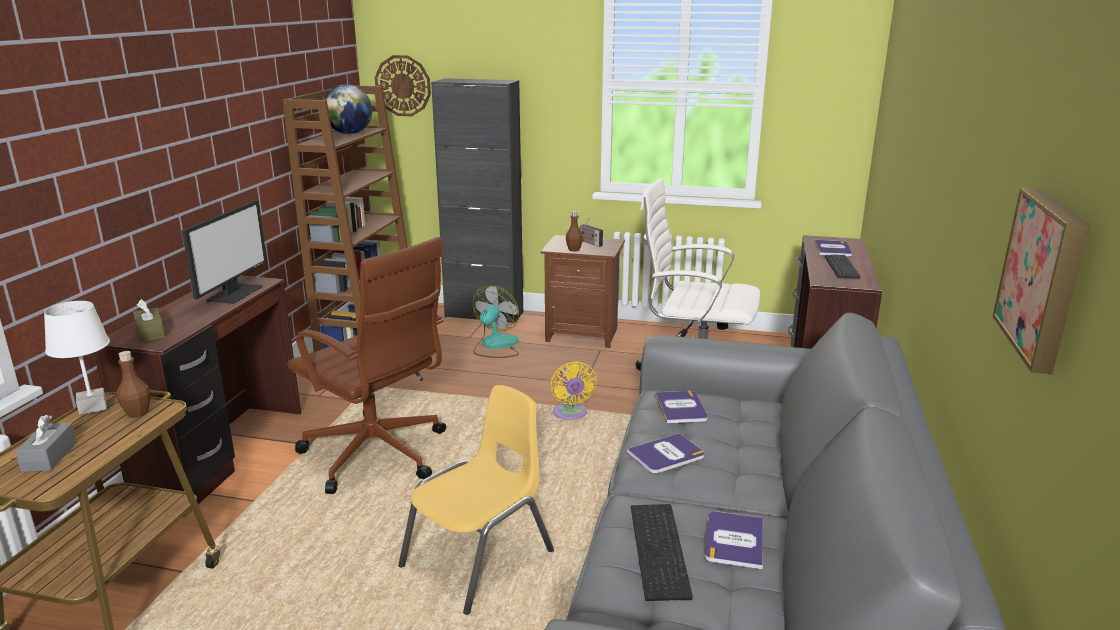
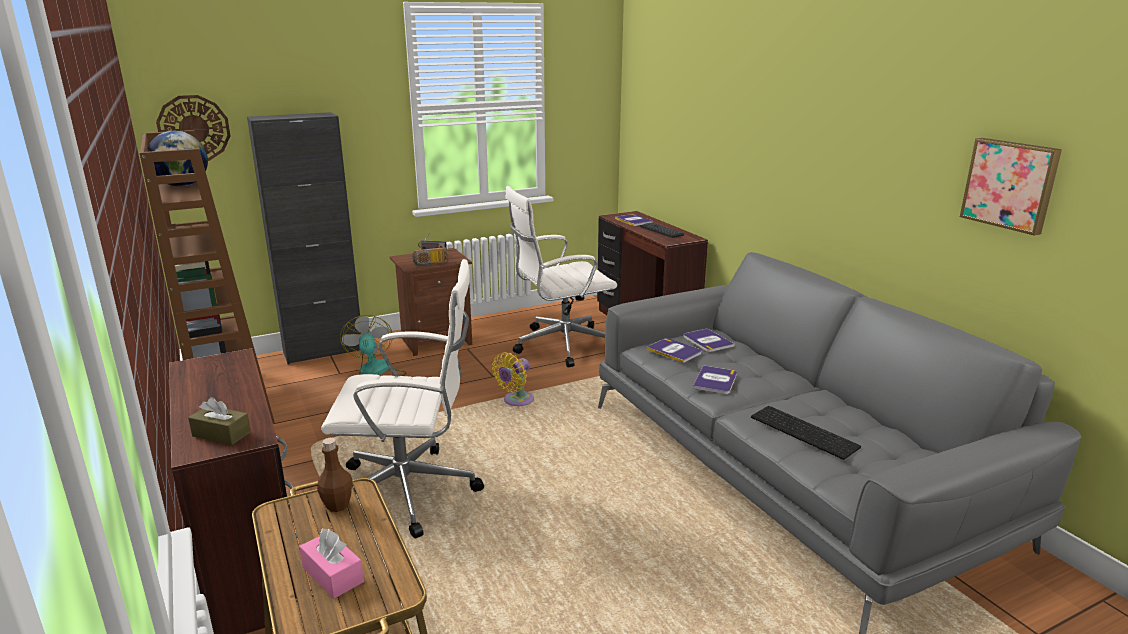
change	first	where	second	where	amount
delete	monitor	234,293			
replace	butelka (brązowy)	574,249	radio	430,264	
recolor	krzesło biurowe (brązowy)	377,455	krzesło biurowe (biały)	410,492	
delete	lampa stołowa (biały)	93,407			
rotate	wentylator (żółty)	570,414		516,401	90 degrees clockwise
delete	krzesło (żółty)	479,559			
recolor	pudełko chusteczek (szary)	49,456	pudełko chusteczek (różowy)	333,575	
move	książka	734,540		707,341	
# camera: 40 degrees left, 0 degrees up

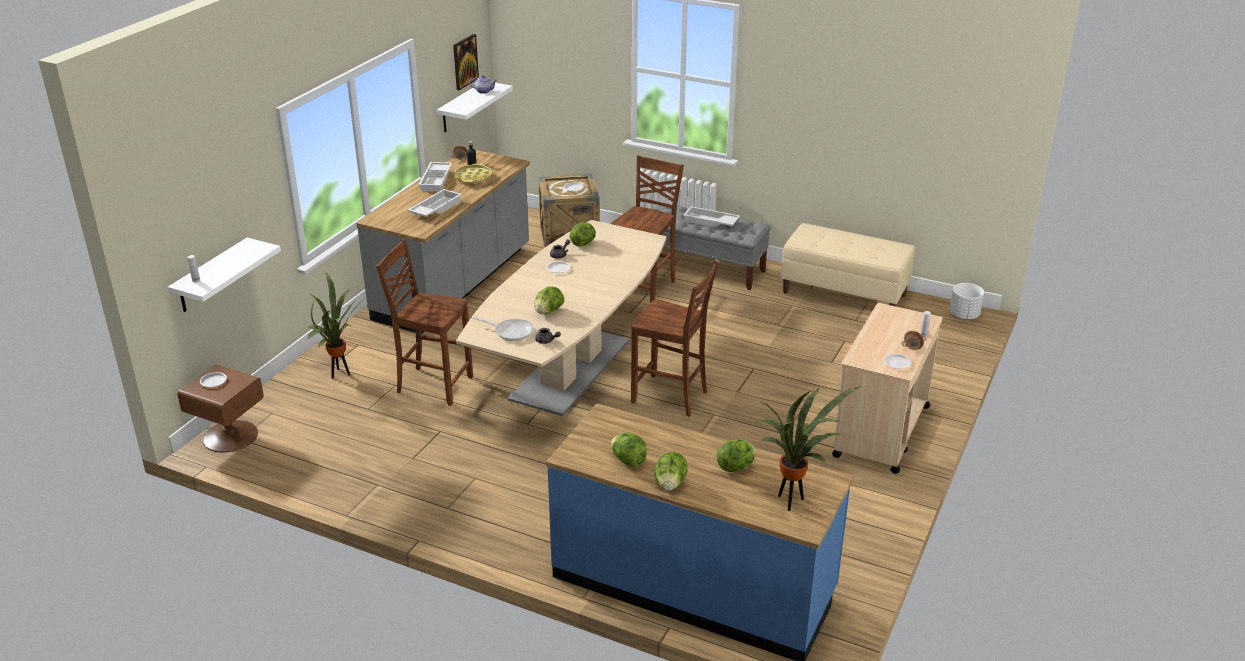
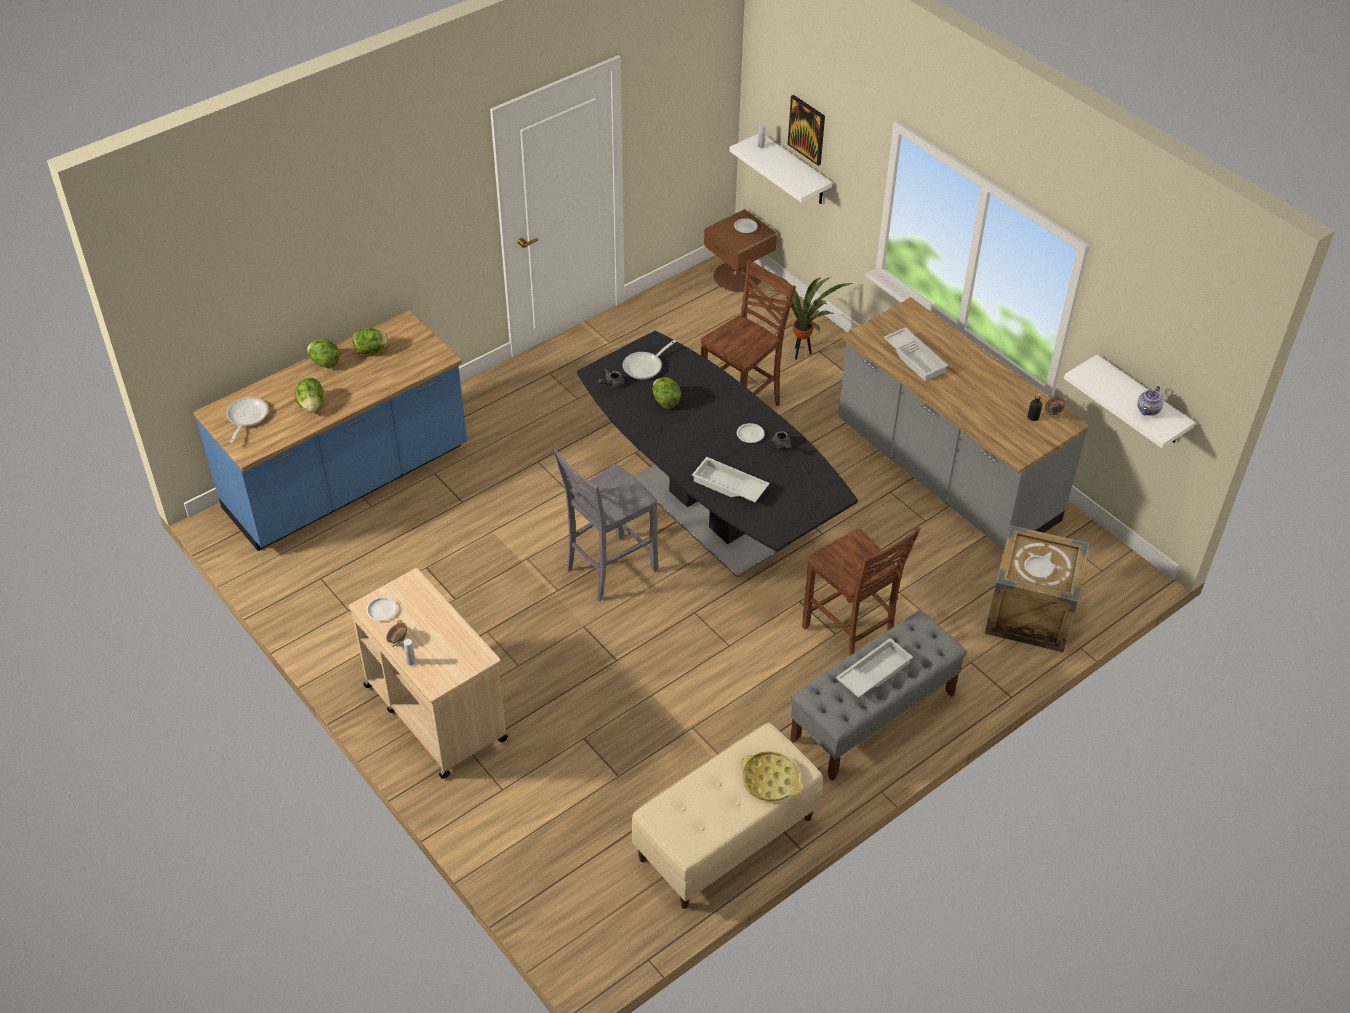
change	first	where	second	where	amount
move	obraz	465,61		807,129	
move	taca (biały)	436,180		729,486	
move	taca (żółty)	473,177		770,780	
recolor	stół jadalny (beżowy)	571,369	stół jadalny (czarny)	709,512	
delete	sałata	583,243			
recolor	krzesło (brązowy)	671,397	krzesło (szary)	608,569	
delete	donica (biały)	964,315			
replace	roślina doniczkowa	792,502	patelnia	246,418	
# camera: 115 degrees right, 15 degrees up

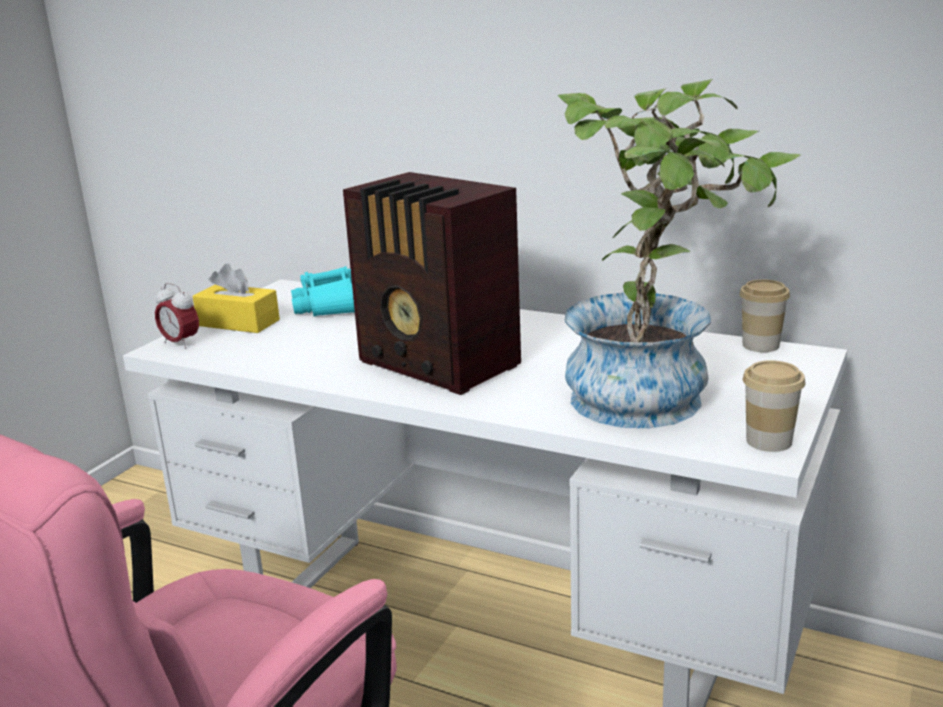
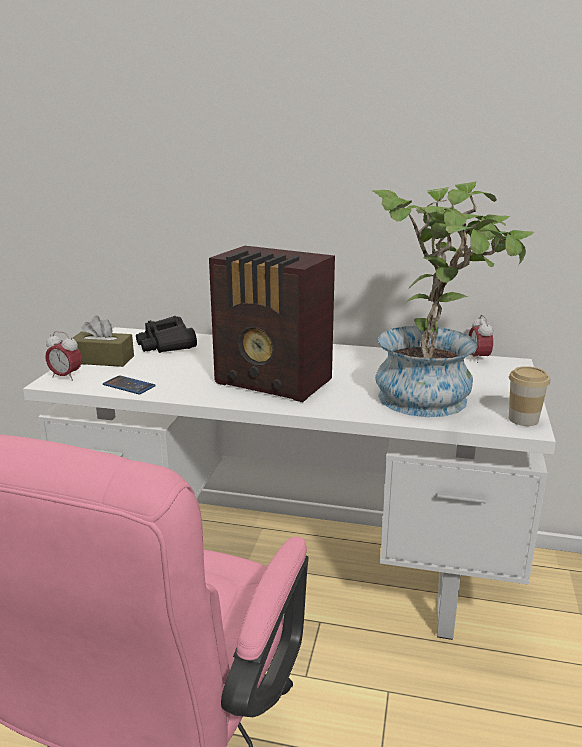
change	first	where	second	where	amount
recolor	pudełko chusteczek (żółty)	238,323	pudełko chusteczek (brązowy)	103,360	
recolor	lornetka (turkusowy)	330,306	lornetka (czarny)	166,344	
replace	filiżanka	760,345	budzik	478,358	
insert			telefon	129,386	
# camera: 15 degrees left, 0 degrees up

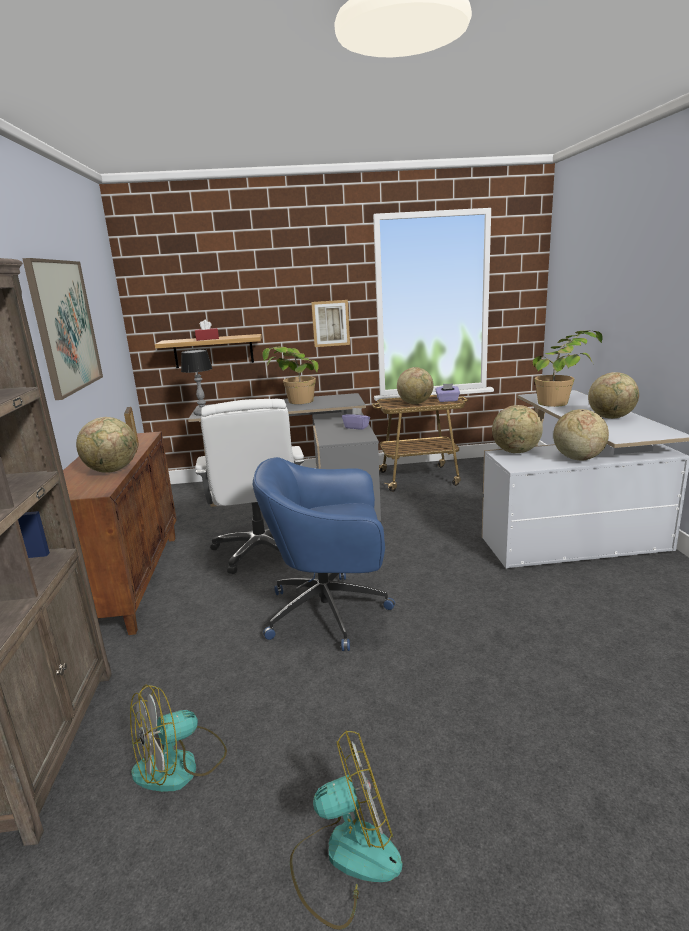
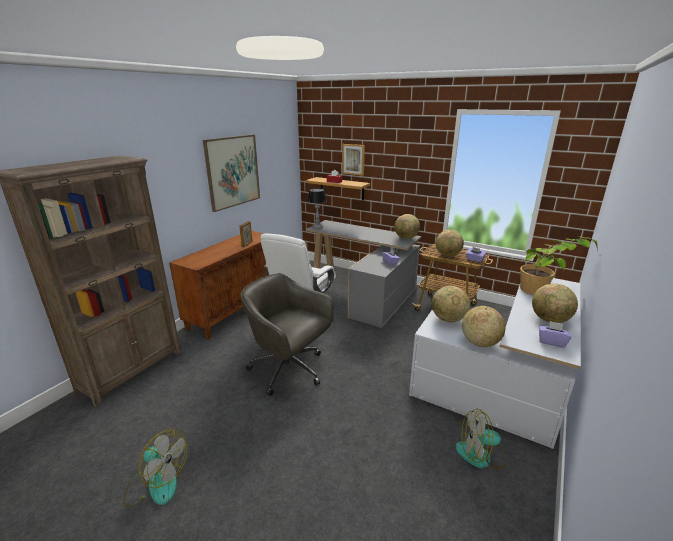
change	first	where	second	where	amount
move	obraz	330,323		353,159	
delete	roślina doniczkowa	293,404			
move	globus	112,470		406,238	
recolor	krzesło biurowe (niebieski)	331,611	krzesło biurowe (szary)	289,370	
move	wentylator	180,764		481,455	
insert			pudełko chusteczek (fioletowy)	551,341	
# camera: 35 degrees right, 5 degrees up

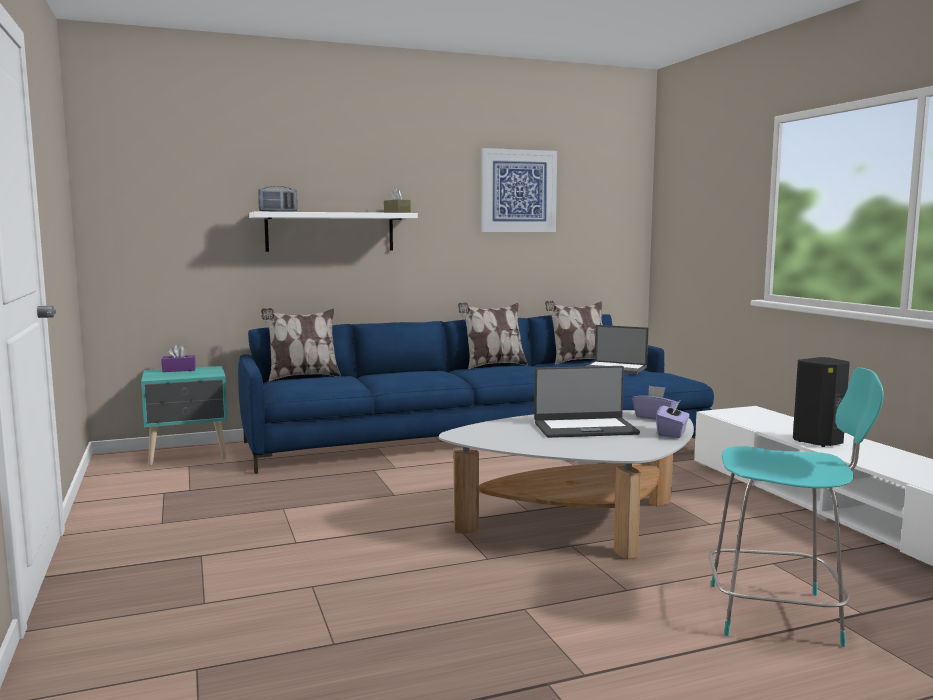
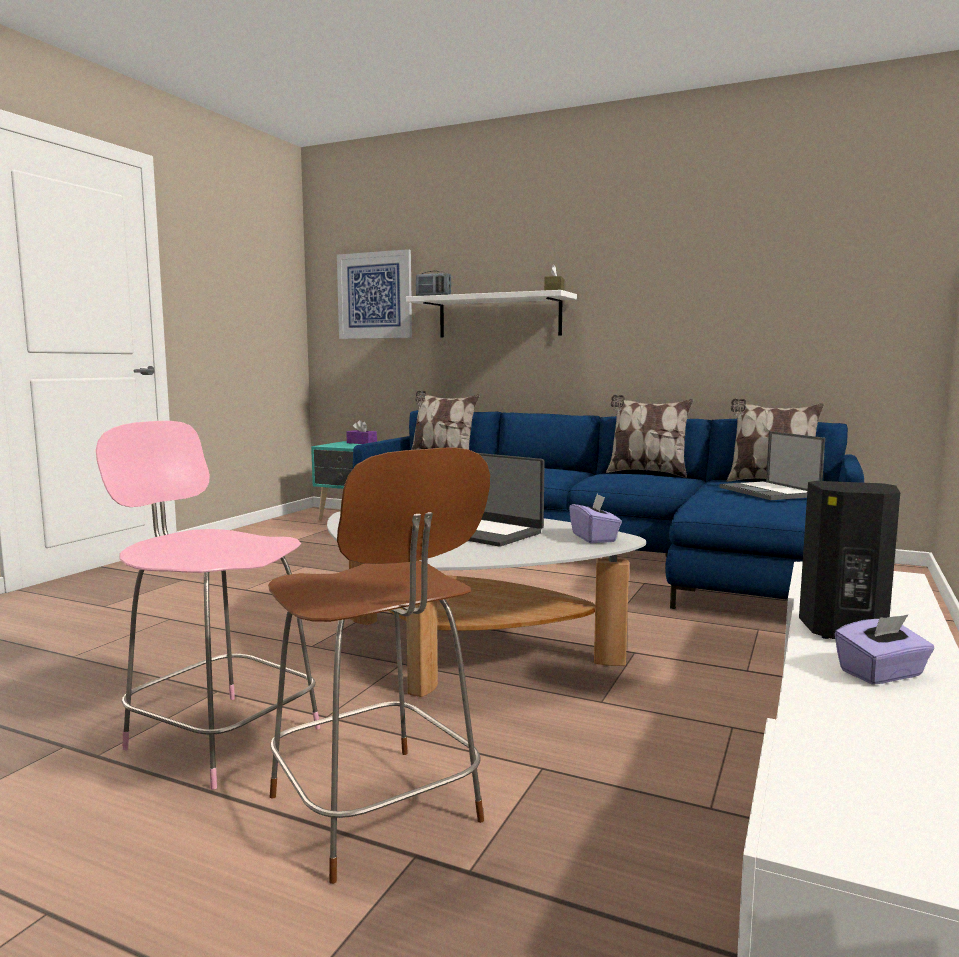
change	first	where	second	where	amount
move	obraz	518,191		375,295	
recolor	stołek (turkusowy)	779,614	stołek (brązowy)	377,813	
move	pudełko chusteczek (fioletowy)	672,433		881,674	
insert			stołek (różowy)	219,736	
# camera: 45 degrees right, 0 degrees up

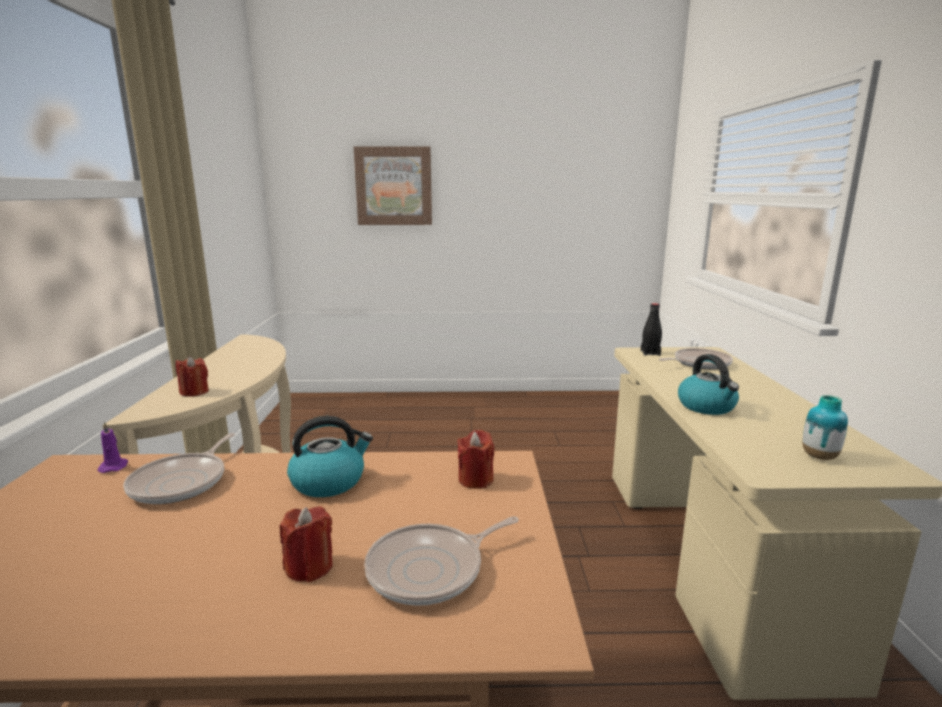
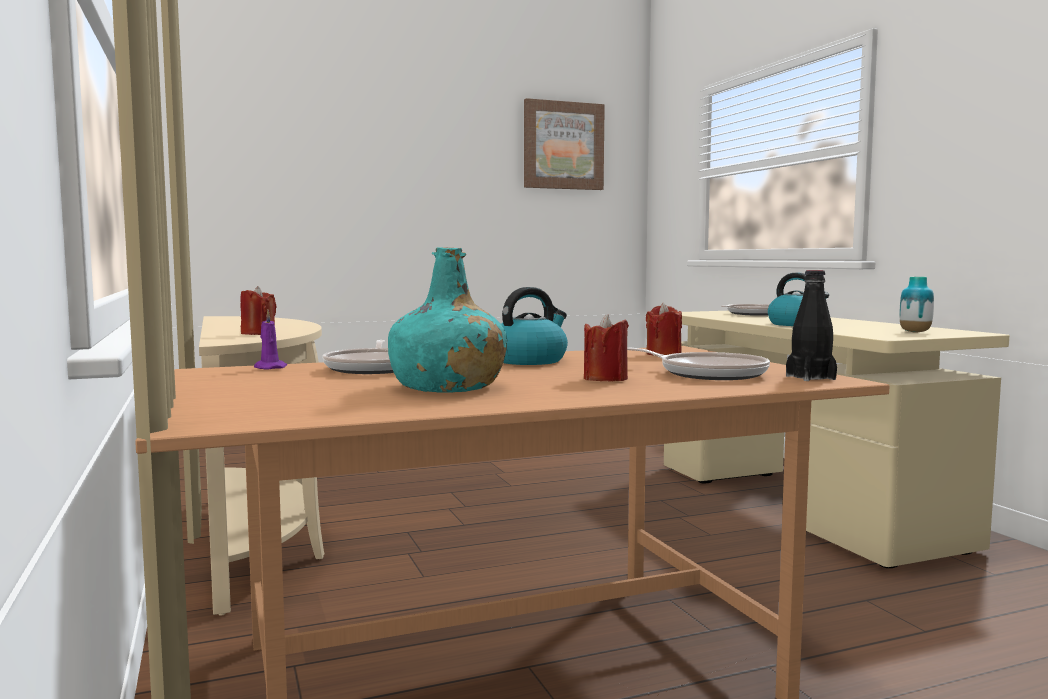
change	first	where	second	where	amount
move	obraz	394,186		563,145	
move	butelka (czarny)	650,353		810,377	
rotate	patelnia	431,569		708,374	90 degrees counterclockwise
insert			butelka (turkusowy)	447,387	
# camera: 20 degrees left, 10 degrees down

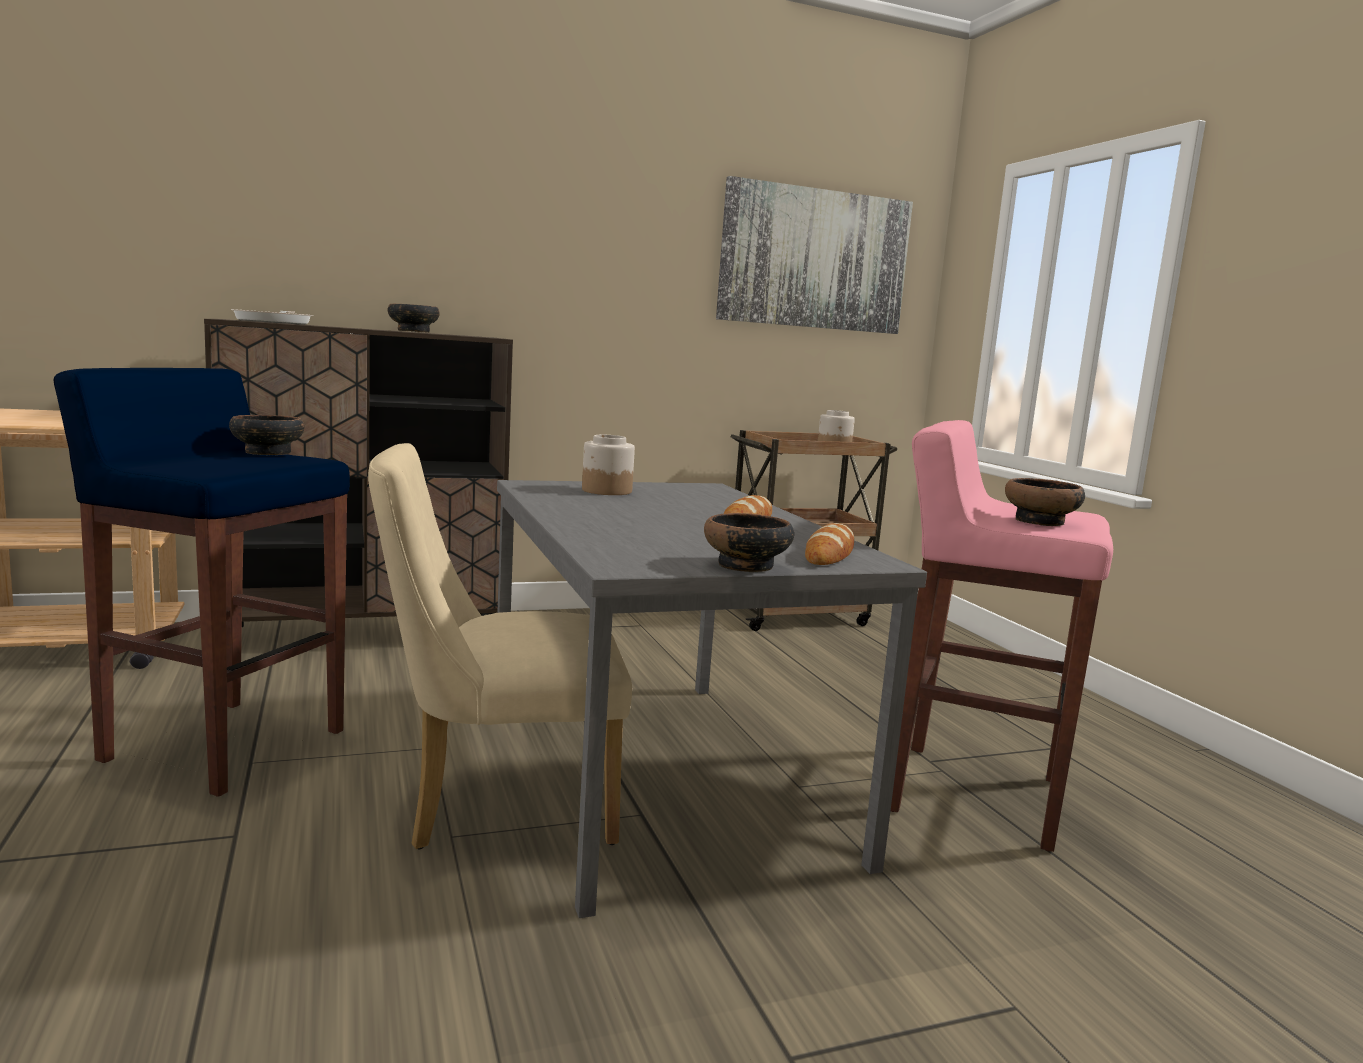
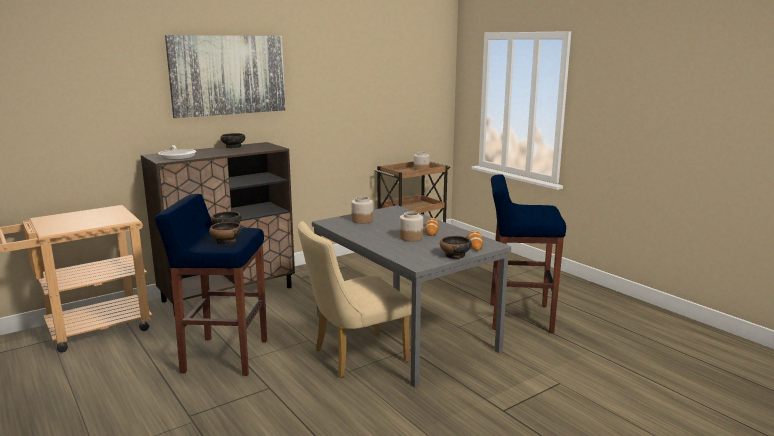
change	first	where	second	where	amount
move	obraz	814,259		228,75	
recolor	stołek (różowy)	971,793	stołek (niebieski)	518,317	
move	miska	1040,521		227,241	
insert			słoik	410,238	
# camera: 15 degrees left, 5 degrees up

